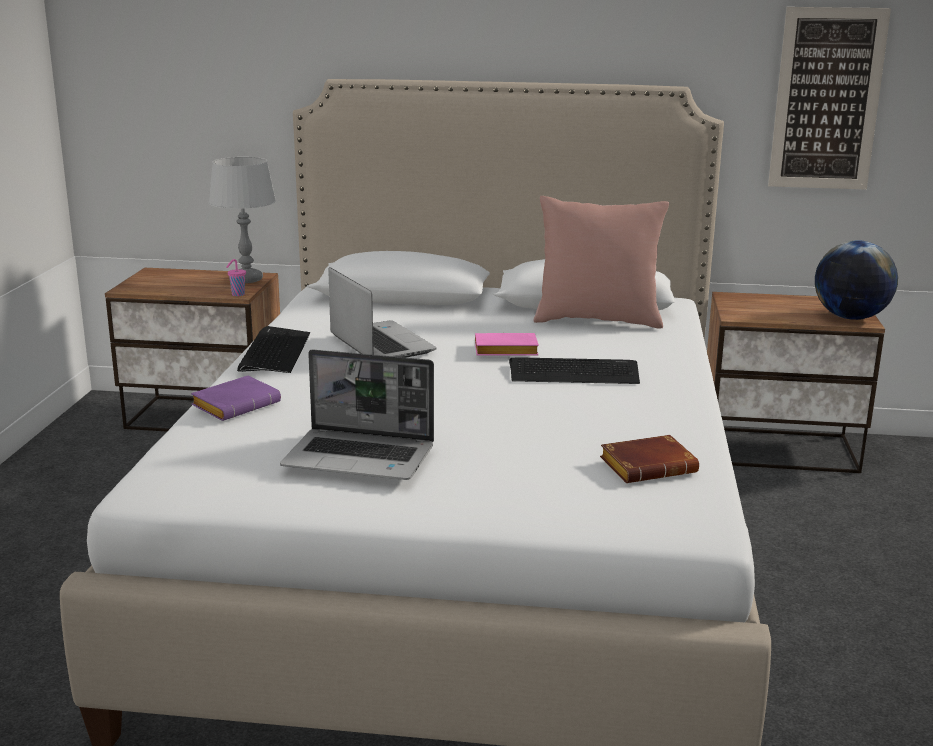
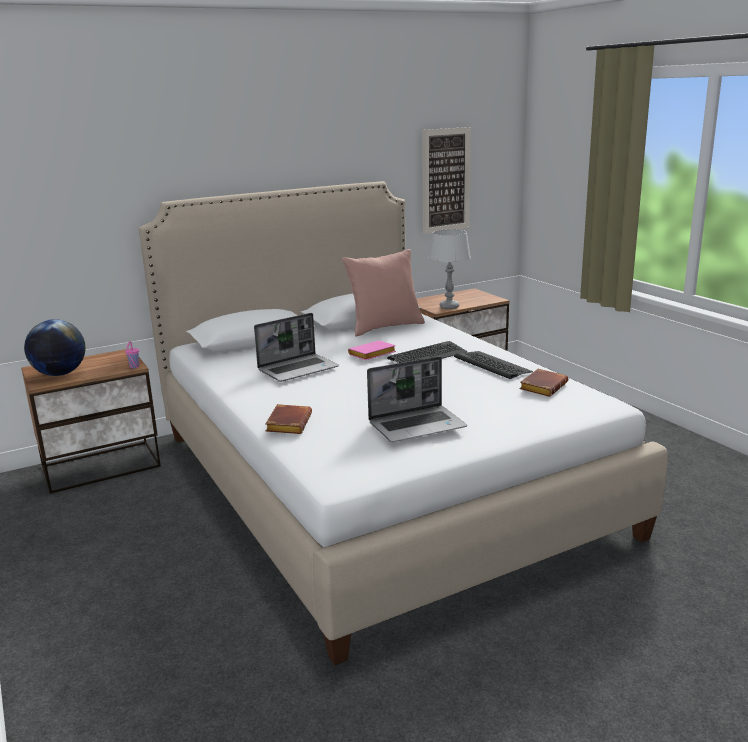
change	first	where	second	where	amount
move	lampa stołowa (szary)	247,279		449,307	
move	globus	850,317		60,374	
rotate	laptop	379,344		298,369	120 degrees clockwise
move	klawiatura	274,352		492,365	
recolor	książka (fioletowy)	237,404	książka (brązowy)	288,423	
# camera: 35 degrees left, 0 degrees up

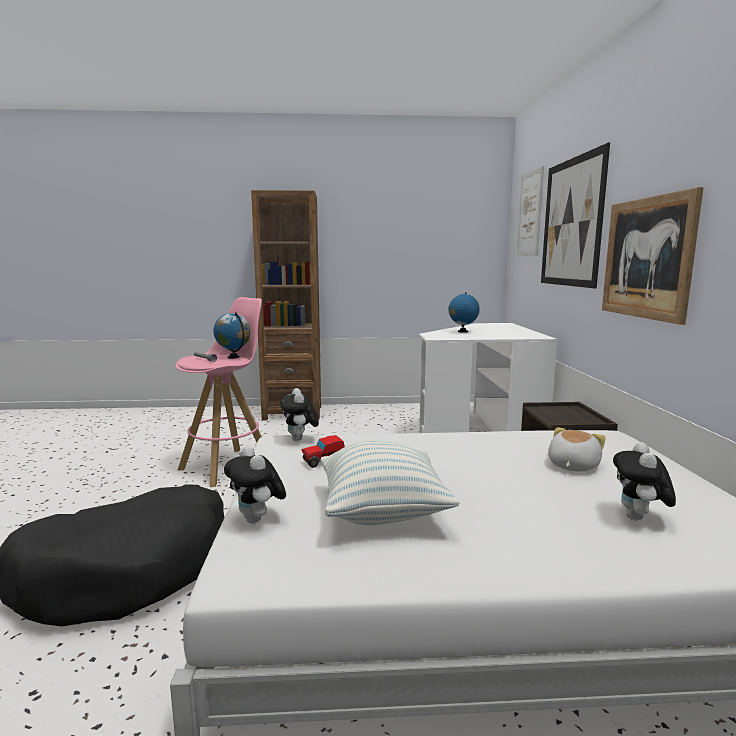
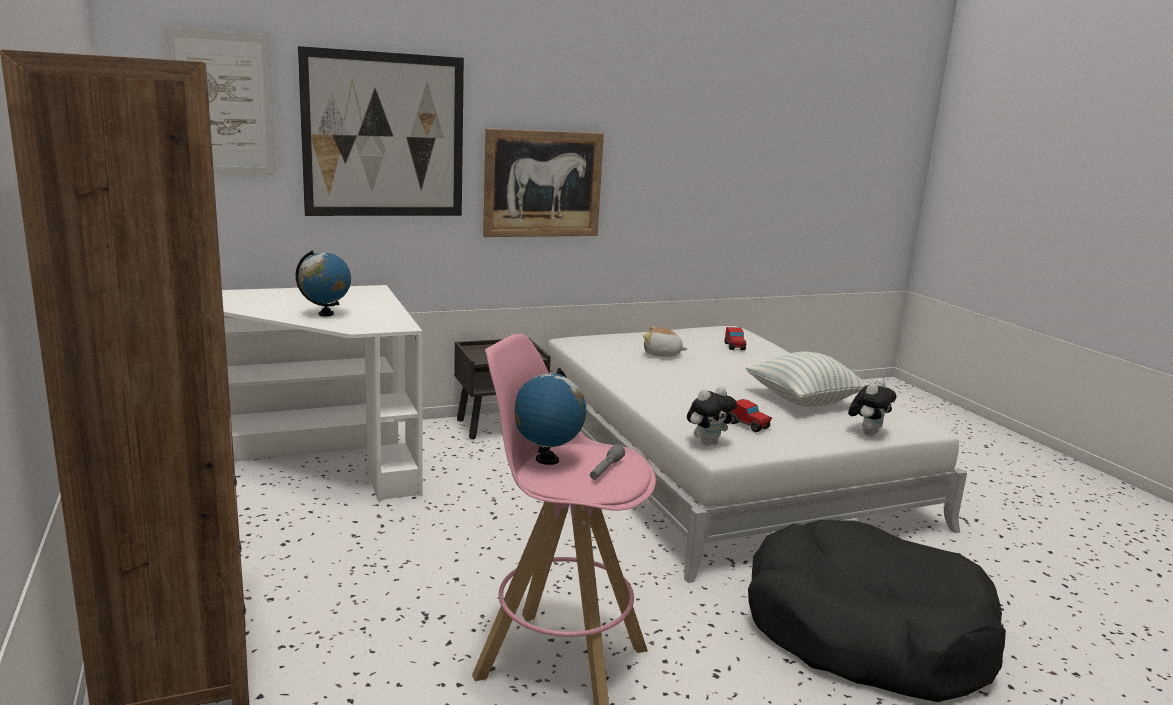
change	first	where	second	where	amount
replace	pluszak	639,519	samochodzik	734,346	
# camera: 110 degrees left, 5 degrees up

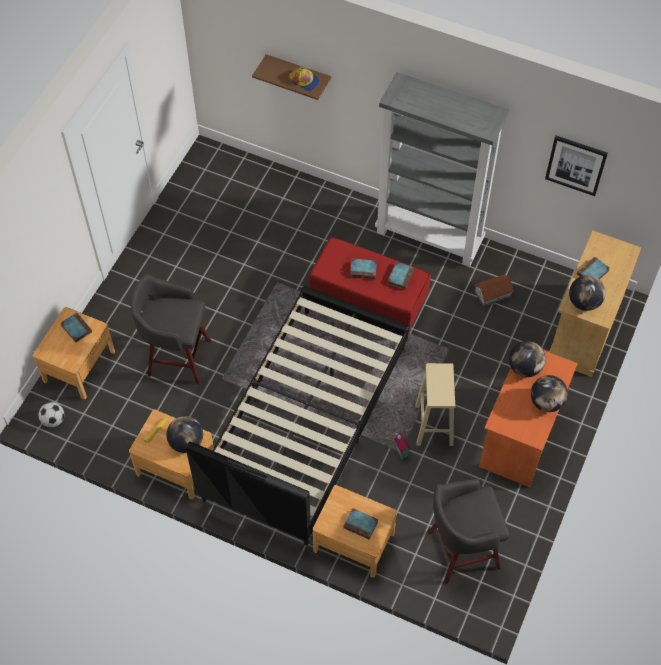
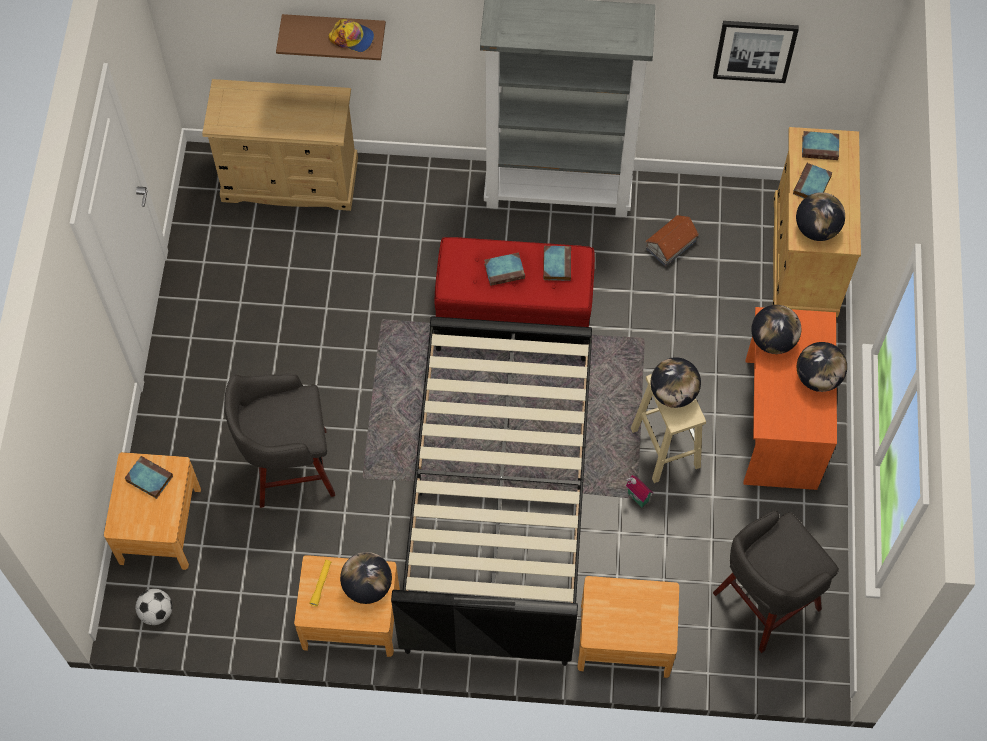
change	first	where	second	where	amount
move	książka	361,525		820,147	
insert			komoda (beżowy)	290,180	
insert			globus	673,393	
# camera: 20 degrees left, 5 degrees up

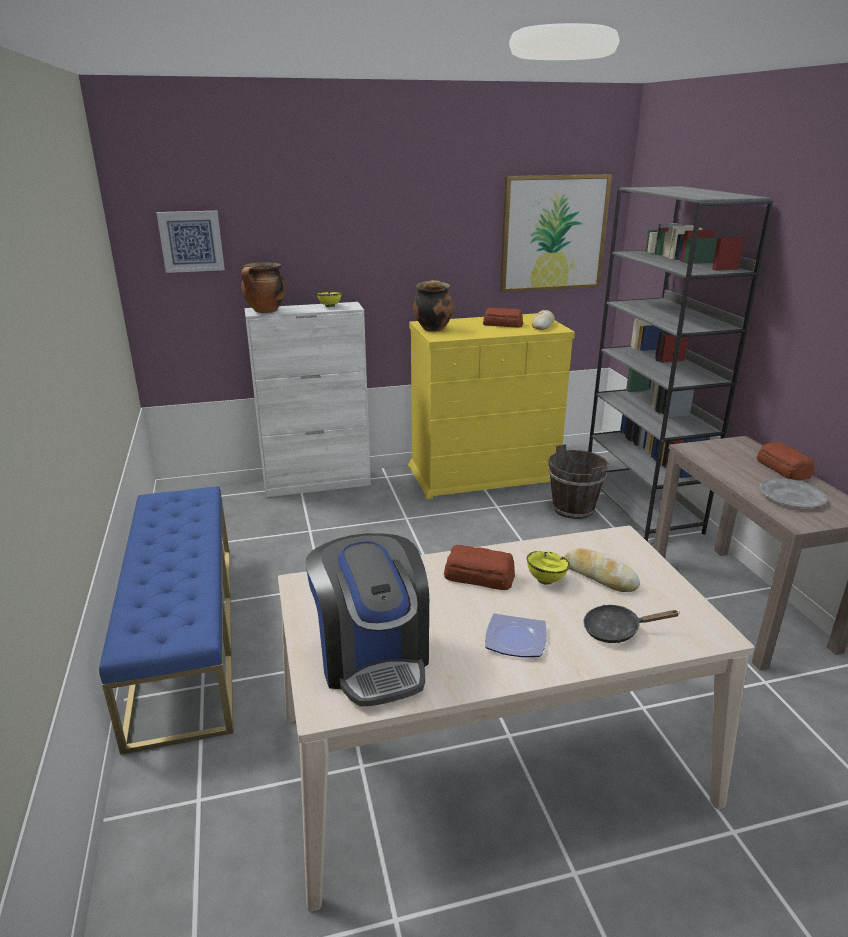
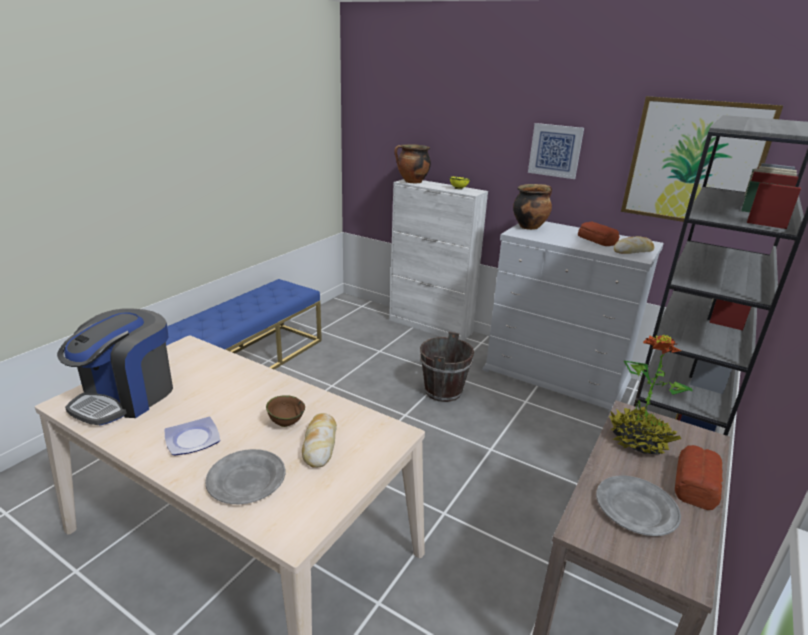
change	first	where	second	where	amount
move	obraz	191,241		555,150	
recolor	komoda (żółty)	484,474	komoda (biały)	556,375	
move	wiadro (brązowy)	573,509		443,391	
delete	chleb	478,575			
recolor	miska (żółty)	545,580	miska (brązowy)	286,422	
replace	patelnia (czarny)	616,630	talerz (szary)	247,480	
insert			roślina doniczkowa	639,440	
# camera: 45 degrees right, 0 degrees up

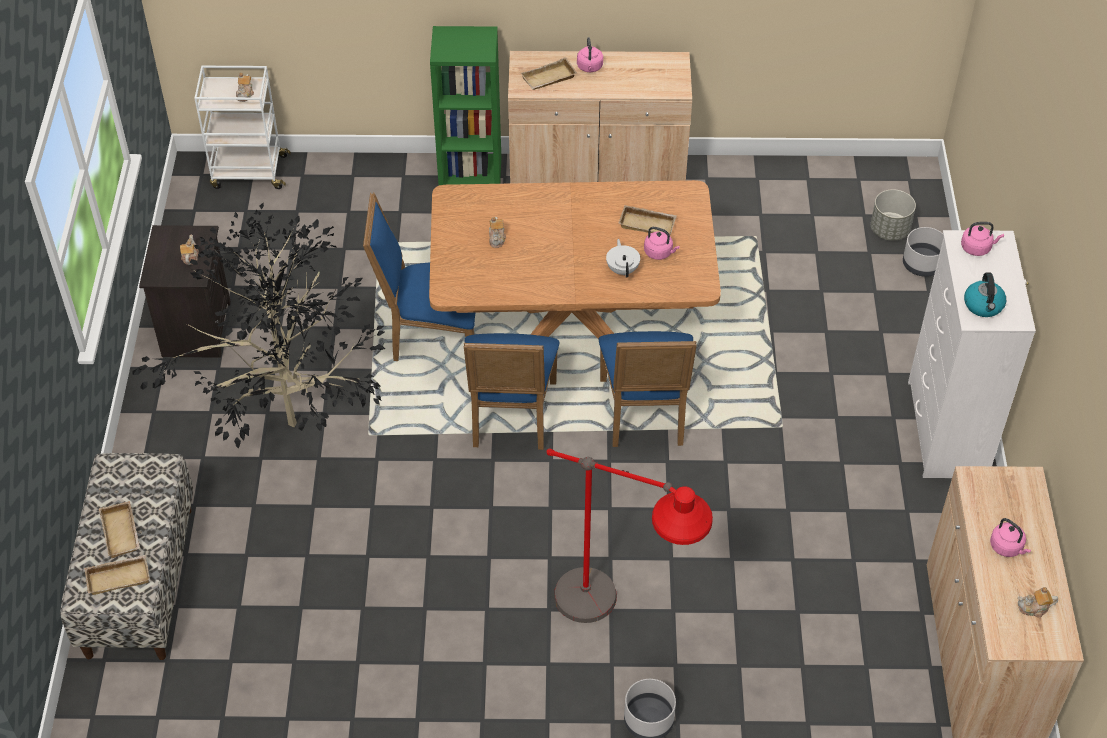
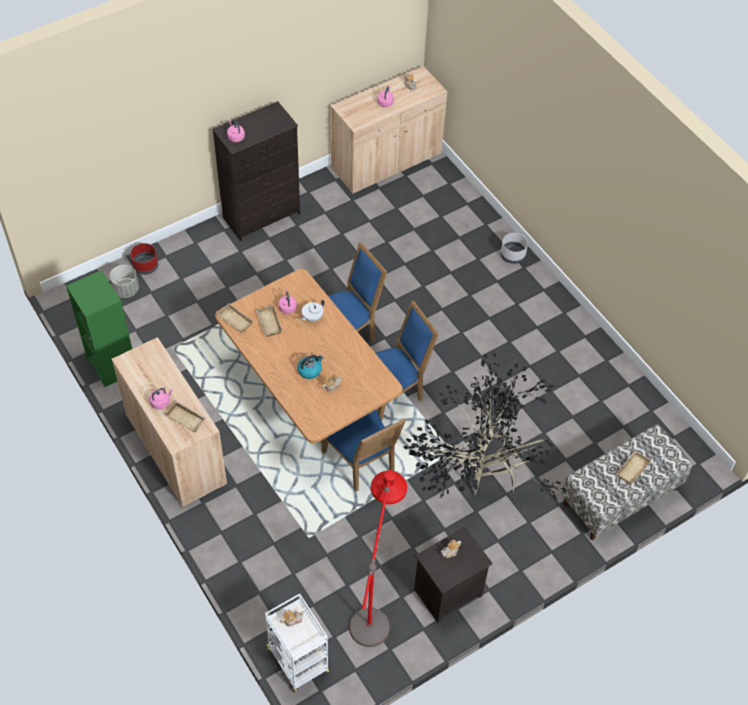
change	first	where	second	where	amount
move	regał (zielony)	471,174		111,364	
recolor	donica (szary)	922,265	donica (czerwony)	146,266	
recolor	komoda (biały)	945,430	komoda (czarny)	262,216	
move	czajnik	983,305		310,370	
move	lampa stojąca (czerwony)	617,623		375,600	
move	taca (beżowy)	119,576		234,321	
# camera: 125 degrees left, 5 degrees up

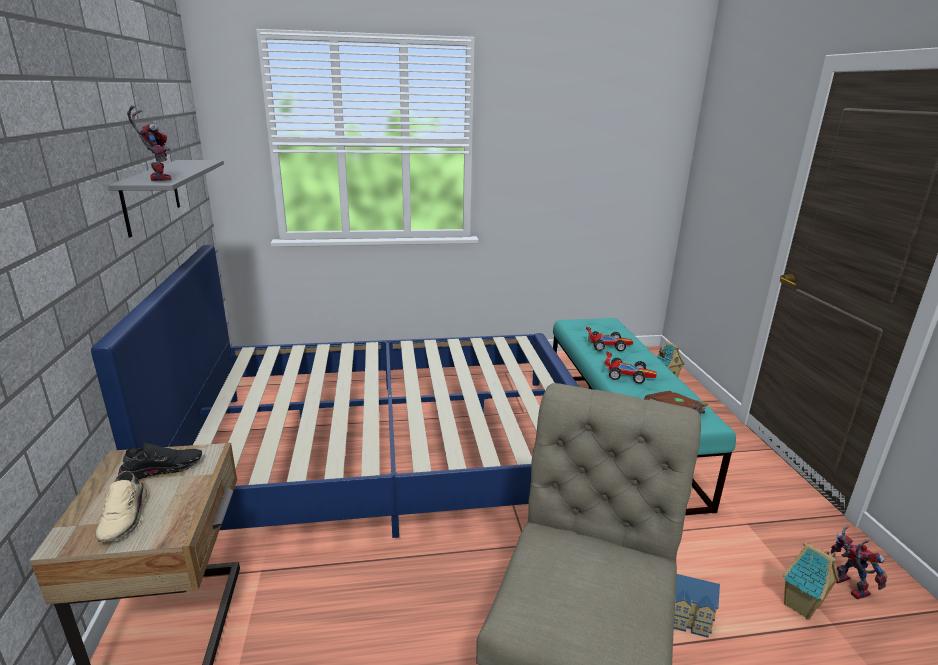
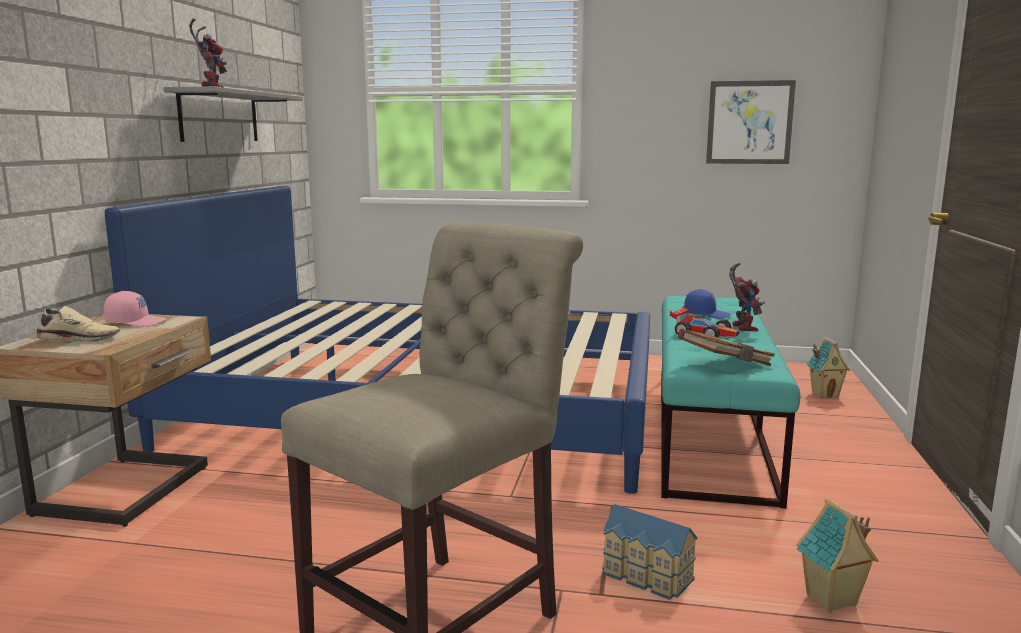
change	first	where	second	where	amount
replace	samochodzik	607,345	czapka z daszkiem (niebieski)	706,314	
replace	but (czarny)	163,468	czapka z daszkiem (różowy)	136,322	
rotate	but (beżowy)	126,517		80,339	105 degrees counterclockwise
move	robot zabawkowy	845,585		741,327	
insert			obraz	749,122	
# camera: 20 degrees right, 10 degrees down

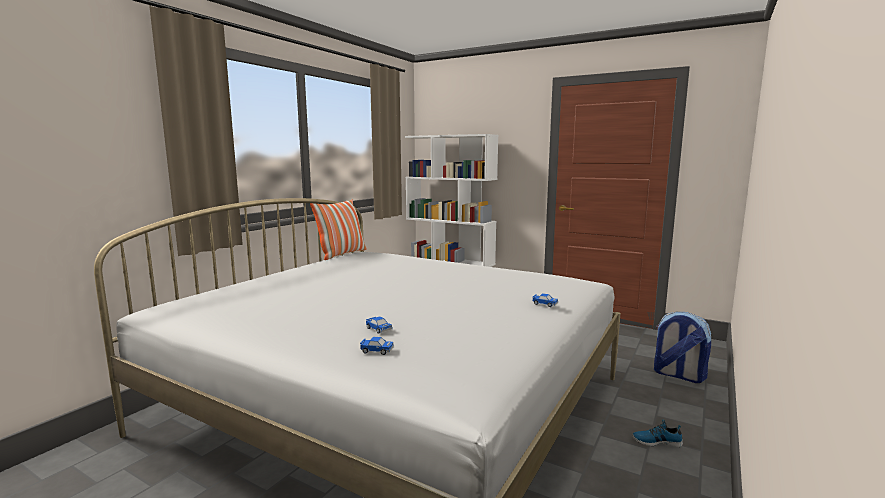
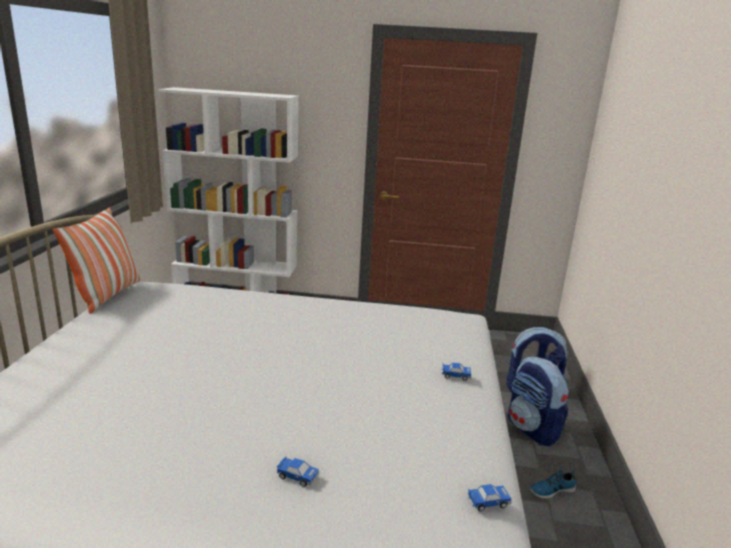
change	first	where	second	where	amount
move	samochodzik	376,350		487,502	
insert			plecak	533,430	
# camera: 25 degrees left, 10 degrees up

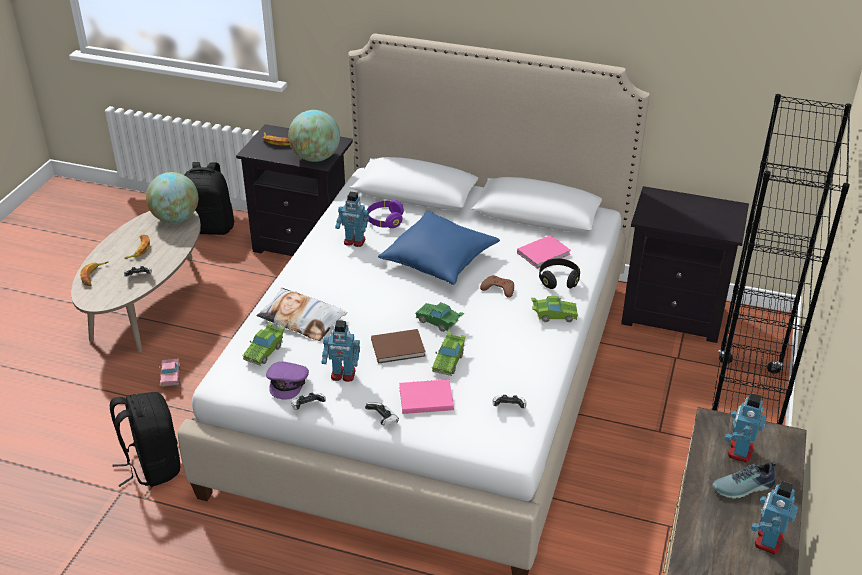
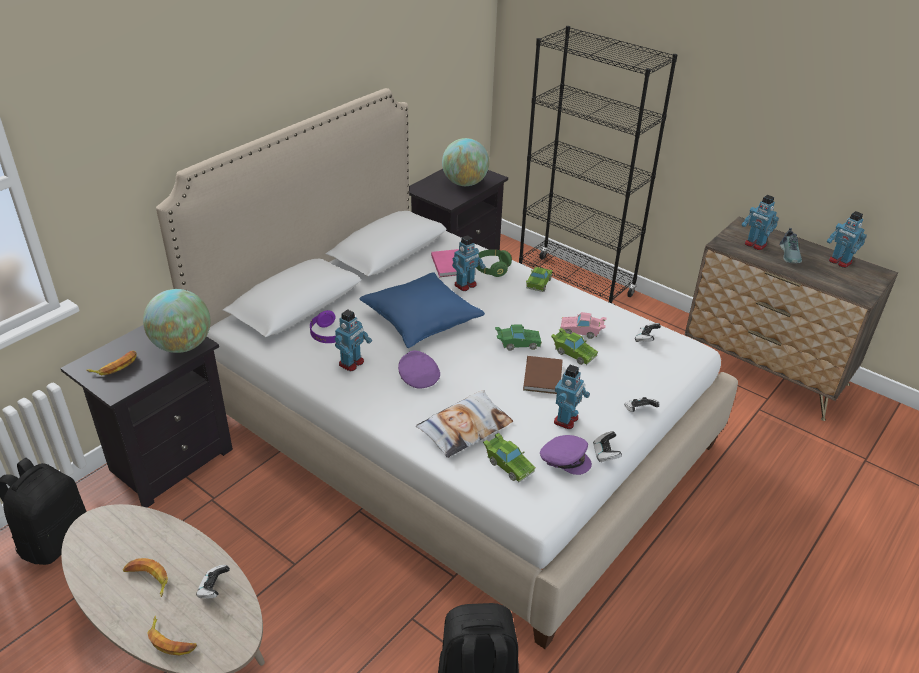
change	first	where	second	where	amount
move	globus	175,219		465,183	
recolor	słuchawki (czarny)	558,280	słuchawki (zielony)	492,269	
delete	pad do gier (brązowy)	498,289			
rotate	samochodzik (zielony)	439,322		517,344	150 degrees counterclockwise
move	samochodzik (różowy)	171,378		582,332	
delete	książka (różowy)	424,398			
insert			robot zabawkowy	466,285	
insert			czapka z daszkiem (fioletowy)	417,377	
# camera: 70 degrees left, 0 degrees up

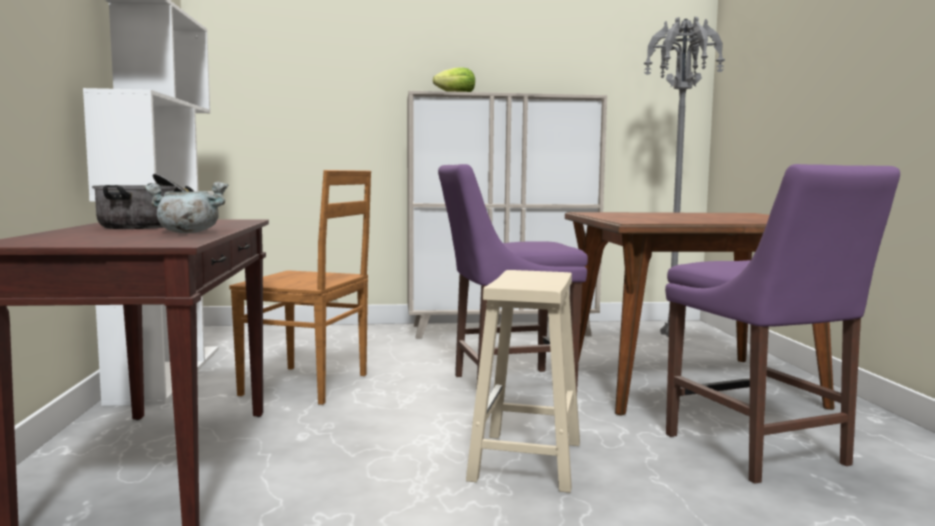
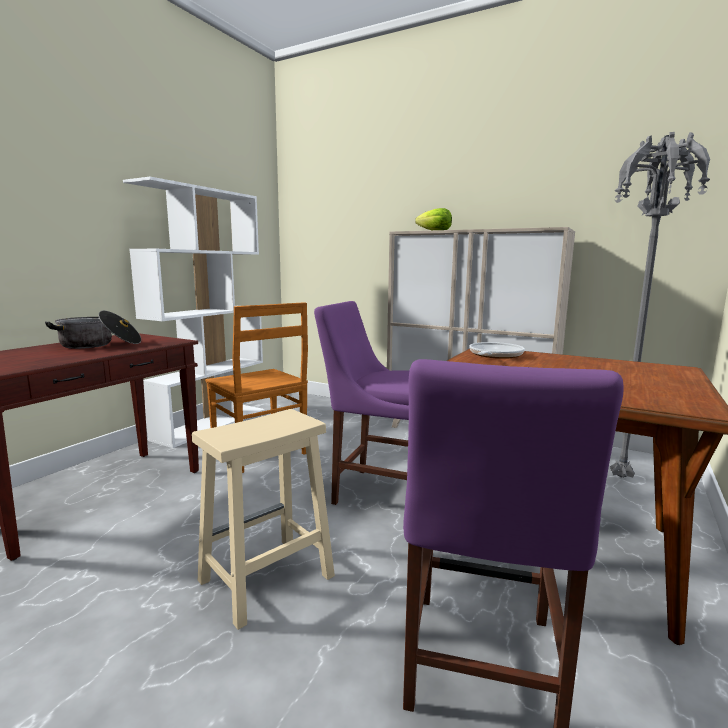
change	first	where	second	where	amount
delete	garnek (szary)	187,232			
insert			patelnia	494,355	
# camera: 35 degrees right, 5 degrees up

